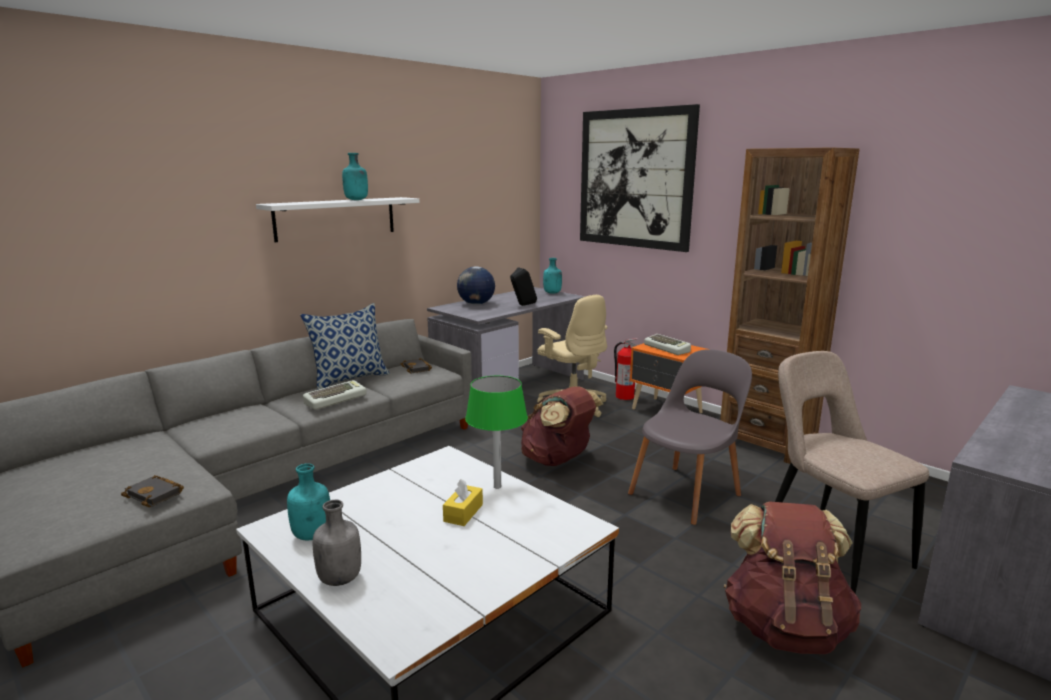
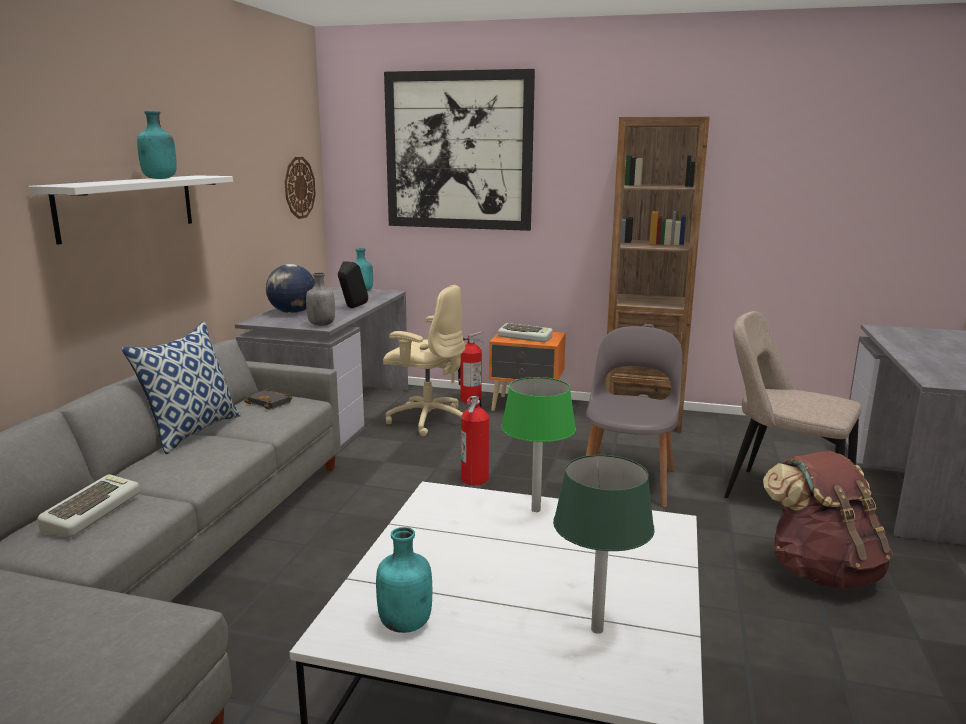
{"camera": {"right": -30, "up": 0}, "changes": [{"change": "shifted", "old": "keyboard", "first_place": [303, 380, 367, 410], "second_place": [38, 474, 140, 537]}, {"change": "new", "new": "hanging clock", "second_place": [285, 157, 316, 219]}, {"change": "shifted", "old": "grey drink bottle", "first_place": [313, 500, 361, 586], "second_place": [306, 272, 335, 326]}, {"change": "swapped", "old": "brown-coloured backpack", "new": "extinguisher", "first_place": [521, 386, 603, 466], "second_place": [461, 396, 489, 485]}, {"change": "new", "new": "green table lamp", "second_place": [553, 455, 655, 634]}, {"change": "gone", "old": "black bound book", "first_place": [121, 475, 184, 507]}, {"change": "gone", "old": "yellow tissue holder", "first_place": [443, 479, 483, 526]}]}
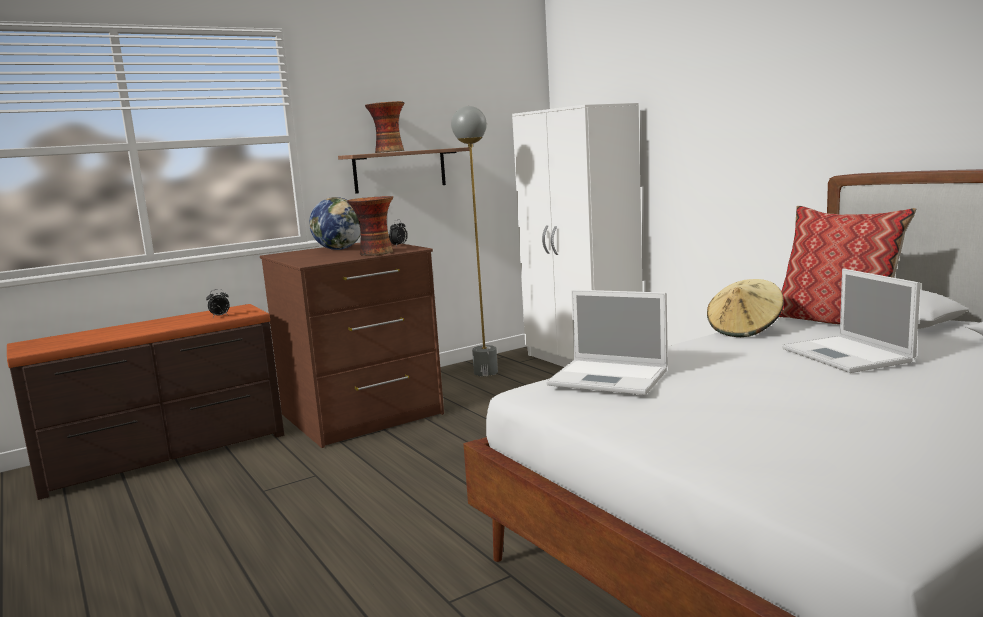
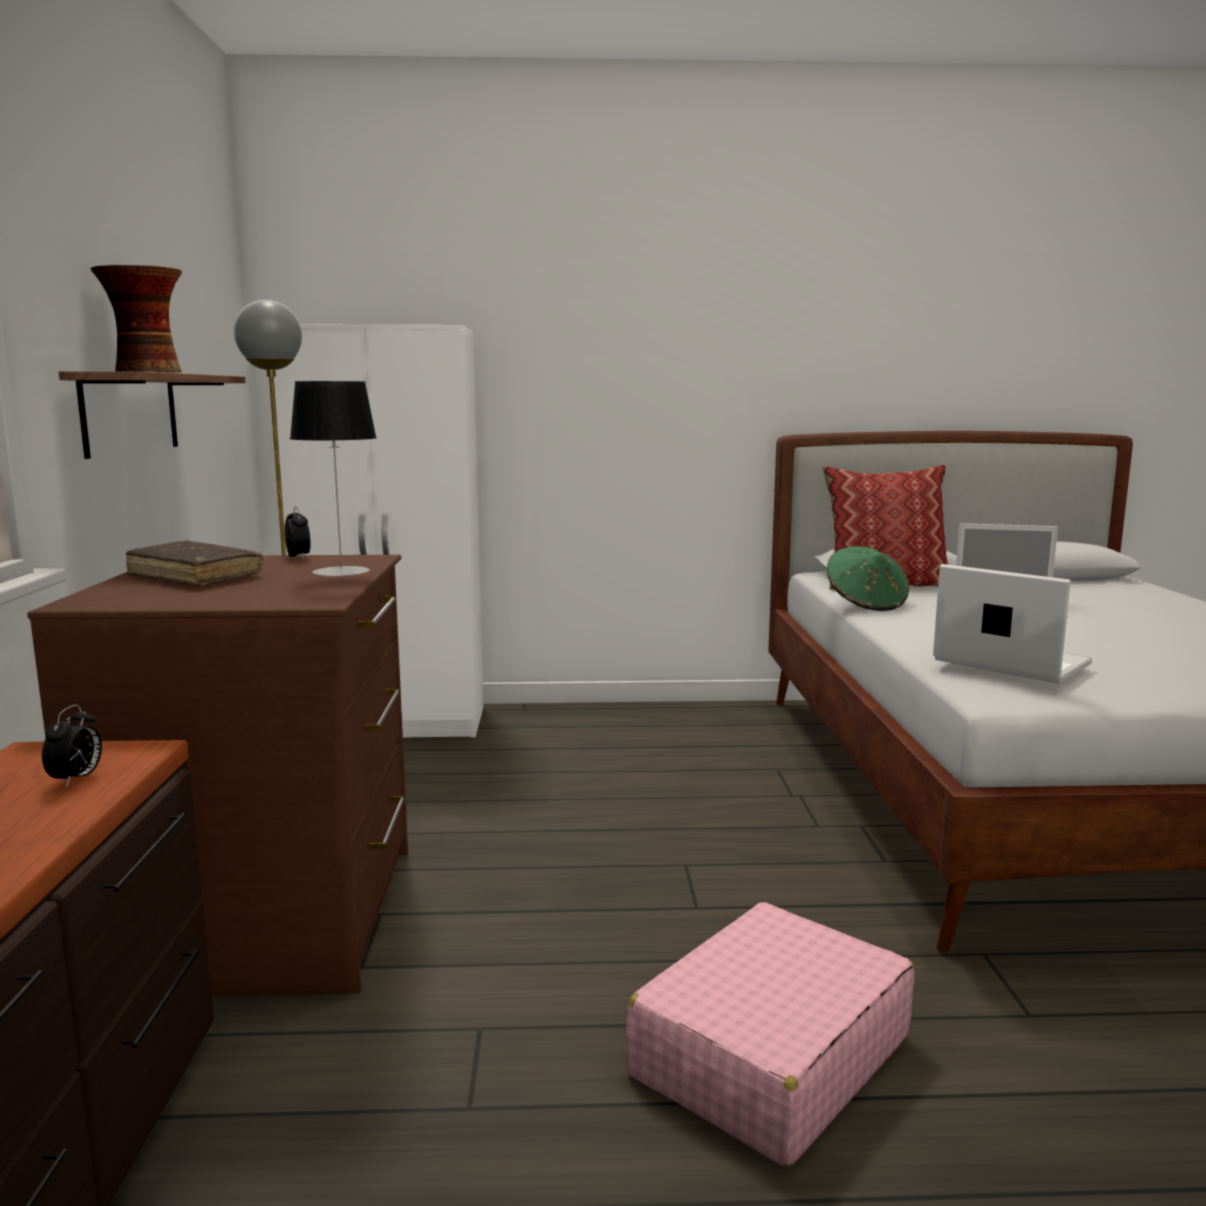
{"camera": {"right": -60, "up": 0}, "changes": [{"change": "swapped", "old": "desk globe", "new": "brown-coloured bound book", "first_place": [309, 197, 361, 250], "second_place": [126, 540, 263, 587]}, {"change": "swapped", "old": "vase", "new": "table lamp", "first_place": [347, 196, 393, 256], "second_place": [290, 381, 377, 577]}, {"change": "new", "new": "pinkish piece of luggage", "second_place": [626, 902, 914, 1167]}, {"change": "repainted", "old": "sand-coloured wearable hat", "new": "green wearable hat", "first_place": [707, 279, 784, 337], "second_place": [827, 546, 909, 611]}, {"change": "rotated", "old": "notebook computer", "first_place": [546, 290, 668, 395], "second_place": [933, 564, 1092, 684], "degrees": -105}]}
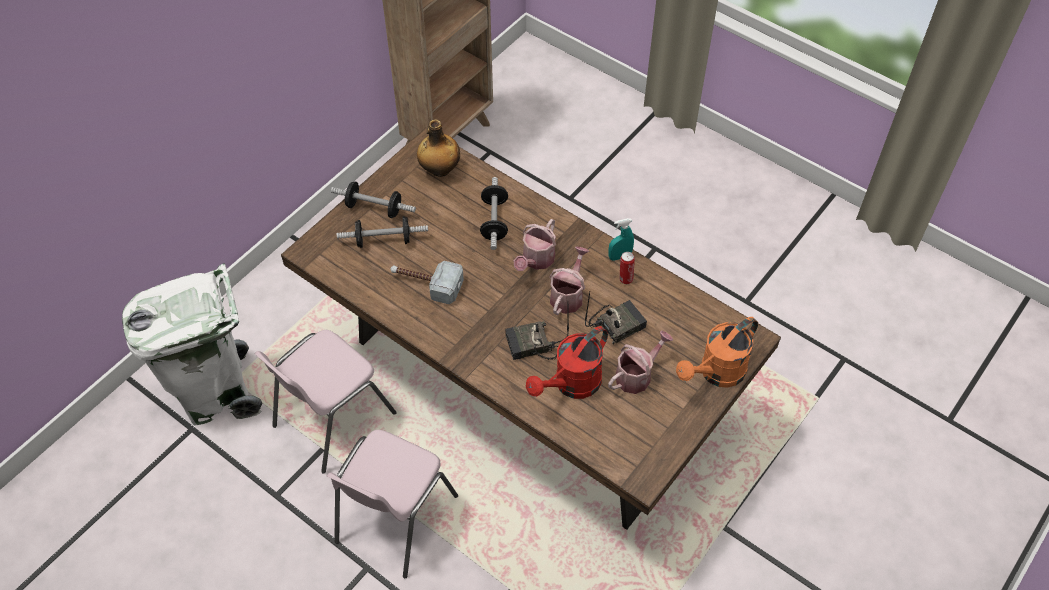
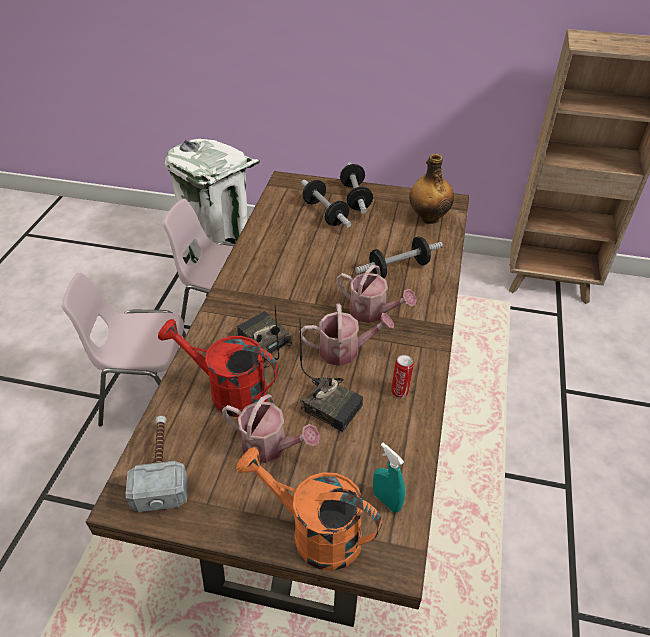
{"camera": {"right": 65, "up": -10}, "changes": [{"change": "shifted", "old": "tool hammer", "first_place": [390, 261, 464, 304], "second_place": [126, 416, 187, 512]}, {"change": "rotated", "old": "sprinkling can", "first_place": [514, 219, 556, 271], "second_place": [337, 265, 417, 323], "degrees": -150}, {"change": "shifted", "old": "blue-green hand sprayer", "first_place": [608, 218, 634, 261], "second_place": [373, 443, 405, 513]}]}
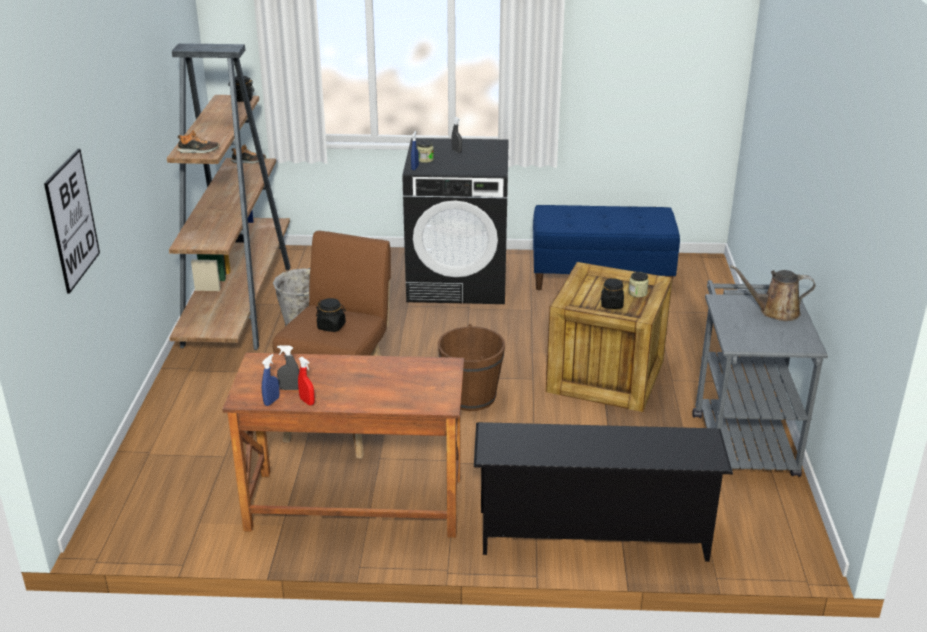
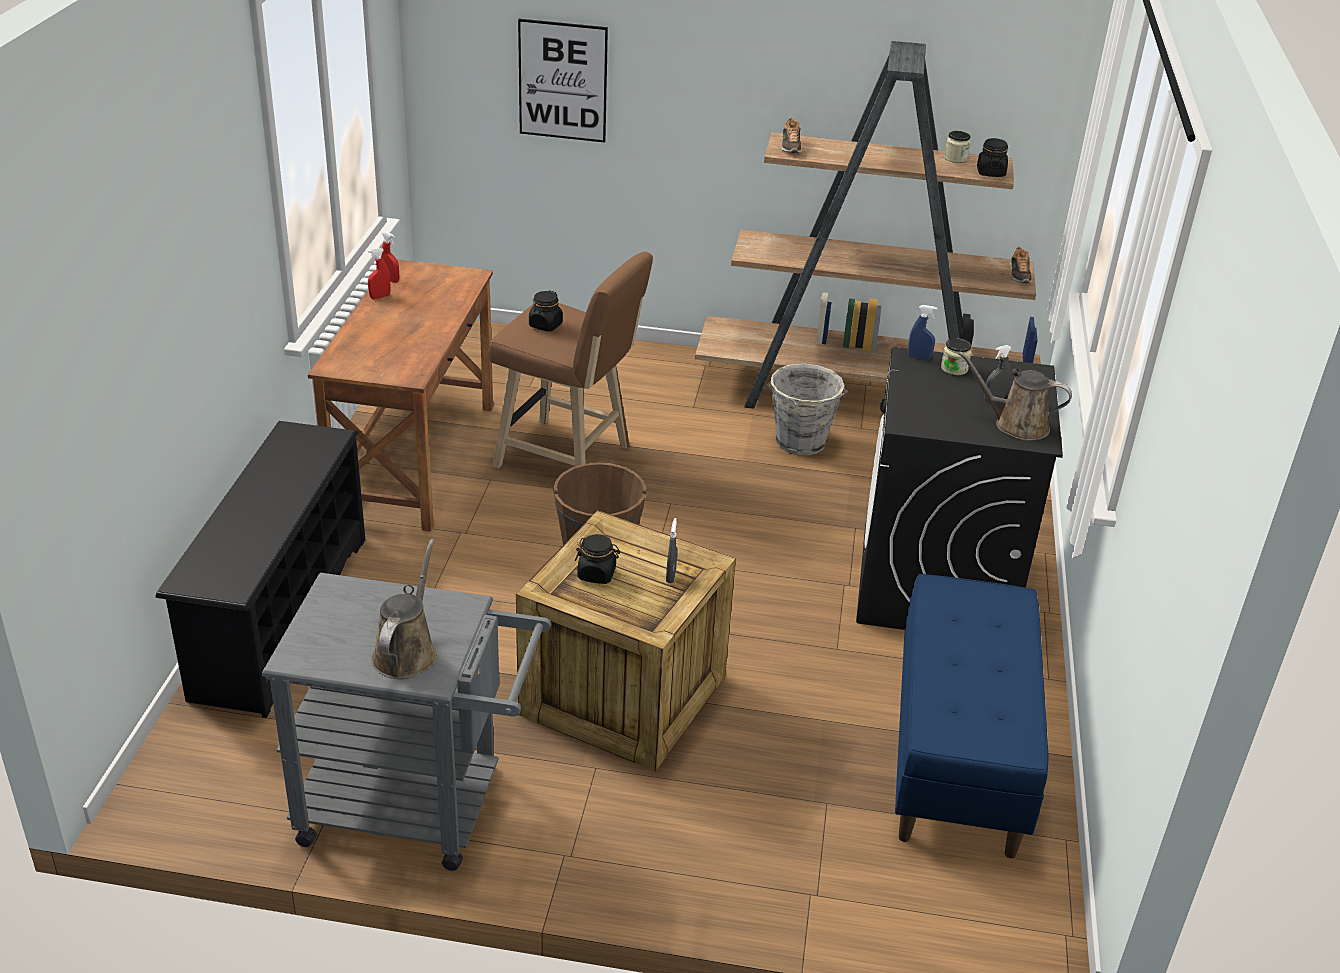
{"camera": {"right": 95, "up": 5}, "changes": [{"change": "repainted", "old": "blue-coloured hand sprayer", "new": "reddish hand sprayer", "first_place": [262, 354, 280, 406], "second_place": [381, 232, 399, 283]}, {"change": "shifted", "old": "grey hand sprayer", "first_place": [277, 345, 299, 390], "second_place": [666, 518, 677, 583]}, {"change": "shifted", "old": "storage jar", "first_place": [629, 272, 649, 297], "second_place": [944, 131, 971, 163]}, {"change": "new", "new": "brown-coloured sprinkling can", "second_place": [958, 352, 1072, 441]}]}
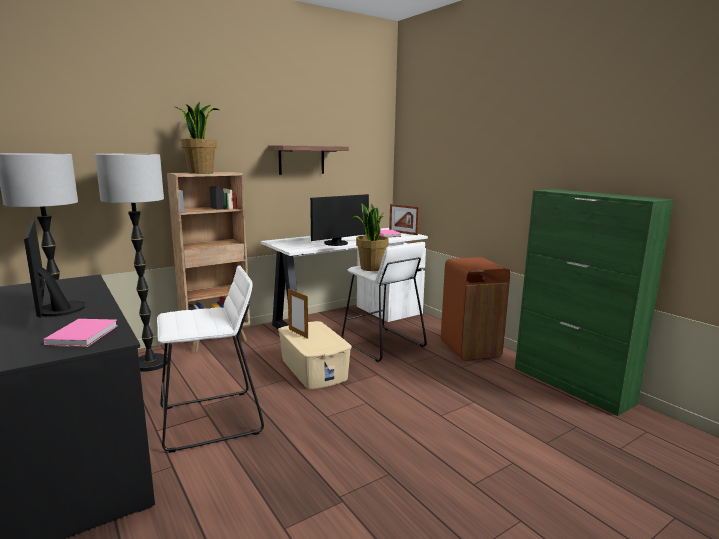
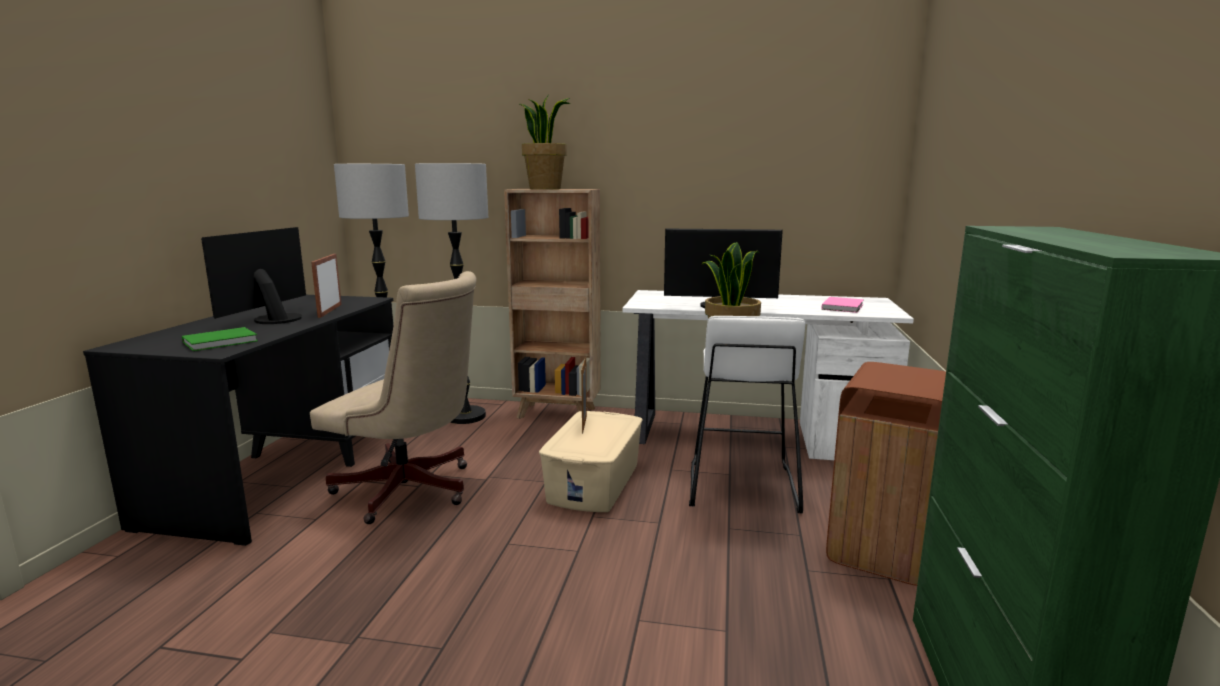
{"camera": {"right": 45, "up": 0}, "changes": [{"change": "repainted", "old": "pinkish bound book", "new": "green bound book", "first_place": [44, 319, 118, 347], "second_place": [182, 327, 258, 351]}, {"change": "swapped", "old": "white stool seat", "new": "sand-coloured office chair", "first_place": [157, 265, 264, 453], "second_place": [310, 271, 477, 524]}, {"change": "shifted", "old": "picture frame", "first_place": [389, 204, 419, 235], "second_place": [311, 254, 342, 318]}, {"change": "gone", "old": "bracket shelf", "first_place": [268, 145, 349, 175]}]}
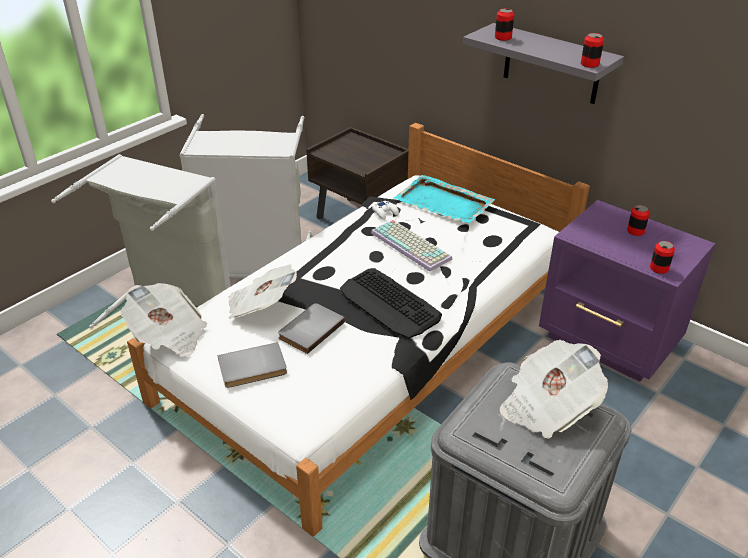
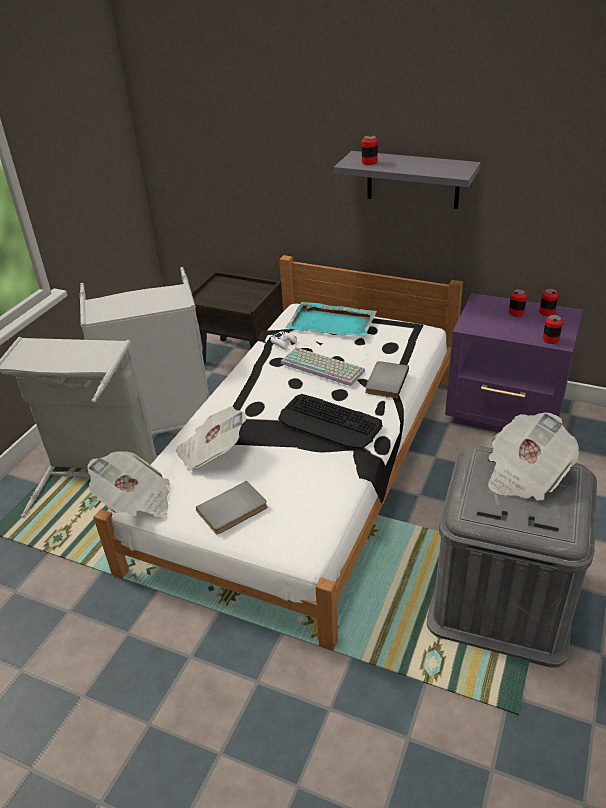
{"camera": {"right": -15, "up": 0}, "changes": [{"change": "shifted", "old": "grey bound book", "first_place": [278, 303, 345, 354], "second_place": [365, 361, 409, 398]}, {"change": "shifted", "old": "sealed can", "first_place": [581, 33, 604, 68], "second_place": [539, 289, 559, 316]}]}
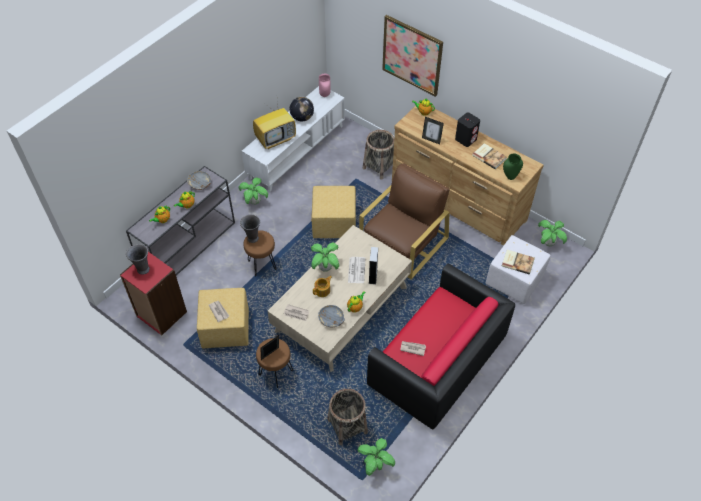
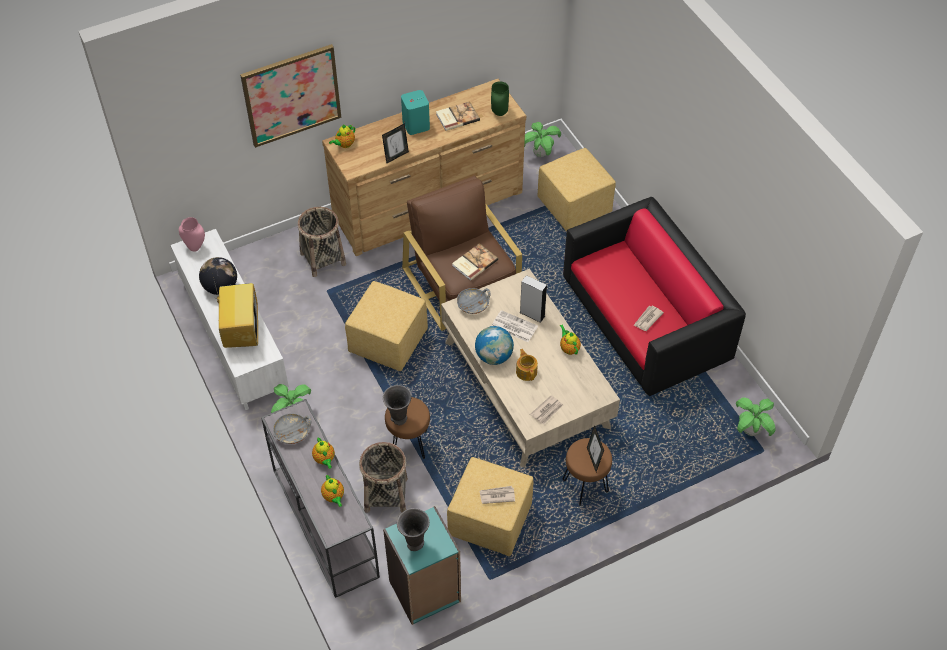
{"camera": {"right": -65, "up": 0}, "changes": [{"change": "shifted", "old": "storage basket", "first_place": [327, 389, 368, 445], "second_place": [359, 442, 408, 513]}, {"change": "repainted", "old": "reddish bookshelf", "new": "blue-green bookshelf", "first_place": [120, 252, 187, 336], "second_place": [383, 506, 461, 625]}, {"change": "repainted", "old": "black audio speaker", "new": "blue-green audio speaker", "first_place": [455, 113, 480, 147], "second_place": [401, 90, 430, 135]}, {"change": "shifted", "old": "bound book", "first_place": [502, 250, 535, 275], "second_place": [452, 243, 498, 281]}, {"change": "shifted", "old": "grey deep dish", "first_place": [318, 305, 345, 327], "second_place": [457, 288, 491, 314]}, {"change": "swapped", "old": "potted plant", "new": "desk globe", "first_place": [311, 243, 339, 272], "second_place": [475, 326, 514, 365]}, {"change": "repainted", "old": "white ottoman", "new": "yellow ottoman", "first_place": [486, 235, 551, 304], "second_place": [537, 148, 616, 232]}]}
